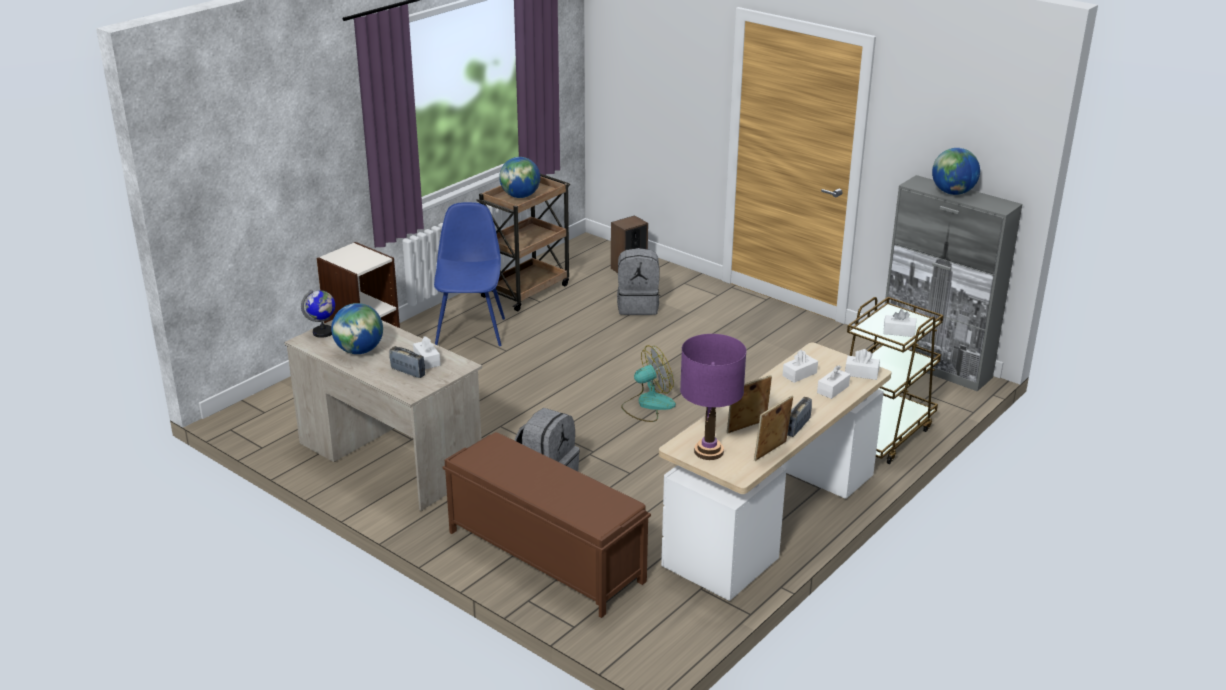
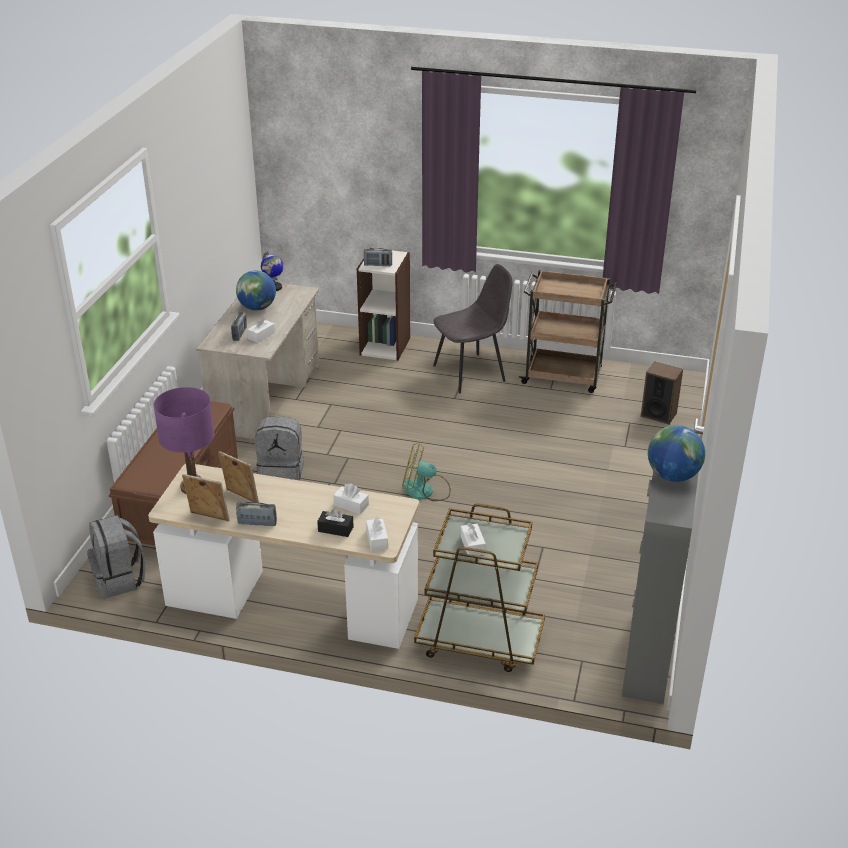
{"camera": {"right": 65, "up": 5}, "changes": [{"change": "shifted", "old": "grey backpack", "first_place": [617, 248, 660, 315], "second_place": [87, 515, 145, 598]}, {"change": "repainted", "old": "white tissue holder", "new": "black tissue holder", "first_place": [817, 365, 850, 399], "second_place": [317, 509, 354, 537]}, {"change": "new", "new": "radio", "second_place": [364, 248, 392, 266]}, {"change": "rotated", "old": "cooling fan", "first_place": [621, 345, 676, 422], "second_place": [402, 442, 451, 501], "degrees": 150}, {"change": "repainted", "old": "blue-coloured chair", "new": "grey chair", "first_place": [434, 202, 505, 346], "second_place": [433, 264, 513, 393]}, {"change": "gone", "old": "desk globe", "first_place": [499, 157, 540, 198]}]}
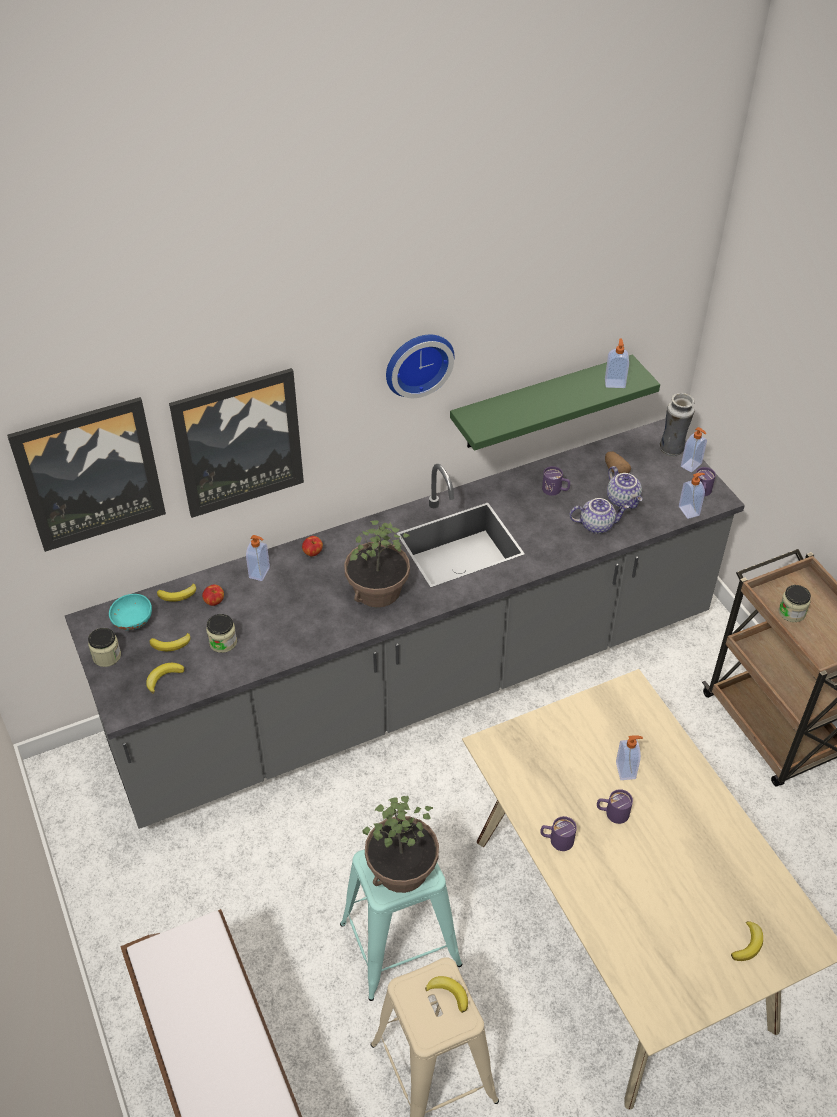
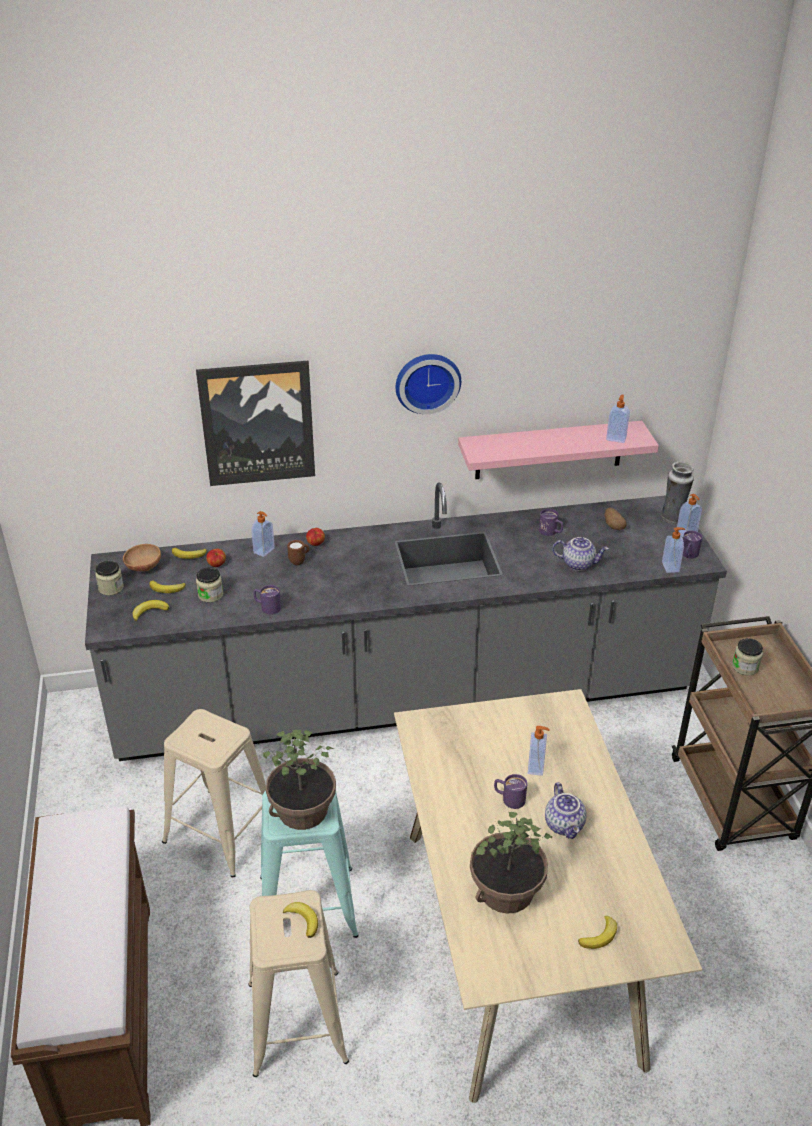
{"camera": {"right": 15, "up": -10}, "changes": [{"change": "repainted", "old": "blue-green deep dish", "new": "brown-coloured deep dish", "first_place": [109, 594, 152, 630], "second_place": [123, 544, 161, 571]}, {"change": "new", "new": "sand-coloured stool seat", "second_place": [162, 709, 266, 877]}, {"change": "shifted", "old": "purple-coloured coffee mug", "first_place": [540, 816, 577, 851], "second_place": [253, 585, 281, 615]}, {"change": "new", "new": "brown-coloured coffee mug", "second_place": [287, 540, 309, 565]}, {"change": "repainted", "old": "green bracket shelf", "new": "pinkish bracket shelf", "first_place": [450, 355, 660, 451], "second_place": [458, 421, 659, 479]}, {"change": "shifted", "old": "potted plant", "first_place": [344, 520, 410, 607], "second_place": [470, 812, 552, 914]}, {"change": "shifted", "old": "tea pot", "first_place": [607, 466, 643, 509], "second_place": [545, 782, 587, 839]}, {"change": "gone", "old": "wall art", "first_place": [7, 397, 166, 552]}]}
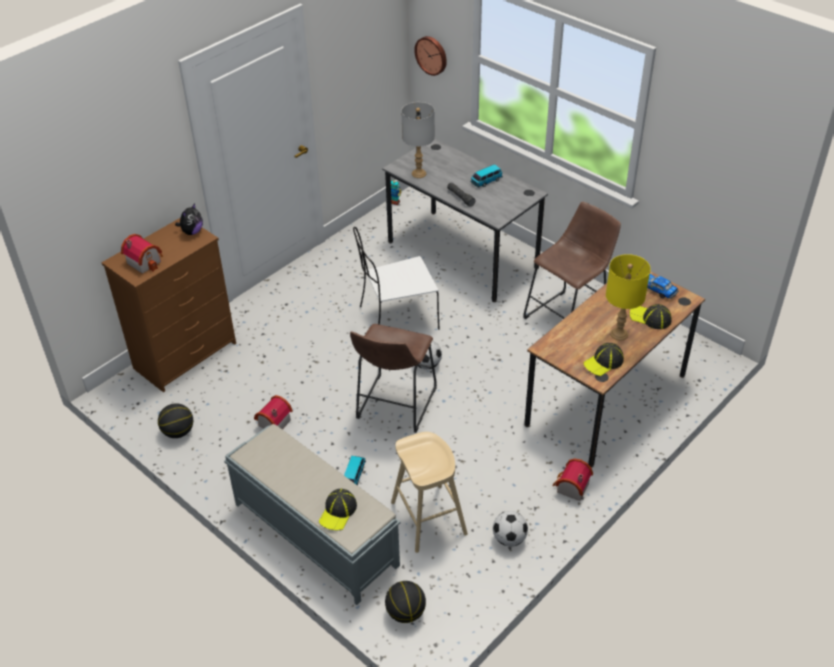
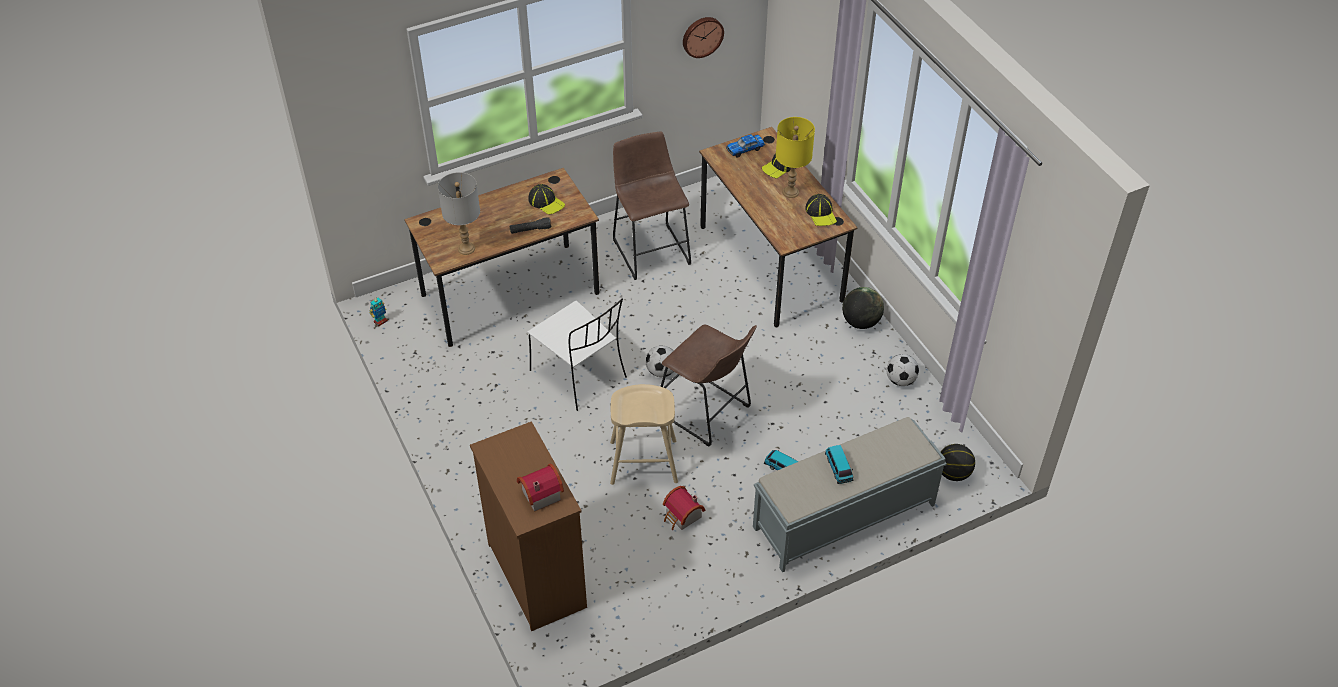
{"camera": {"right": -70, "up": 5}, "changes": [{"change": "repainted", "old": "grey desk", "new": "brown-coloured desk", "first_place": [382, 139, 548, 302], "second_place": [404, 168, 599, 347]}, {"change": "shifted", "old": "baseball cap", "first_place": [319, 489, 357, 530], "second_place": [528, 184, 565, 215]}, {"change": "rotated", "old": "white chair", "first_place": [353, 227, 439, 330], "second_place": [528, 299, 627, 411], "degrees": -45}, {"change": "shifted", "old": "sand-coloured stool seat", "first_place": [391, 432, 468, 553], "second_place": [610, 384, 678, 485]}, {"change": "shifted", "old": "hanging clock", "first_place": [414, 36, 447, 76], "second_place": [683, 17, 724, 58]}, {"change": "shifted", "old": "toy car", "first_place": [470, 164, 503, 188], "second_place": [825, 445, 854, 484]}, {"change": "swapped", "old": "toy house", "new": "desk globe", "first_place": [552, 458, 593, 501], "second_place": [842, 287, 884, 329]}, {"change": "gone", "old": "basketball ball", "first_place": [158, 403, 193, 438]}, {"change": "gone", "old": "plush toy", "first_place": [175, 203, 203, 235]}]}
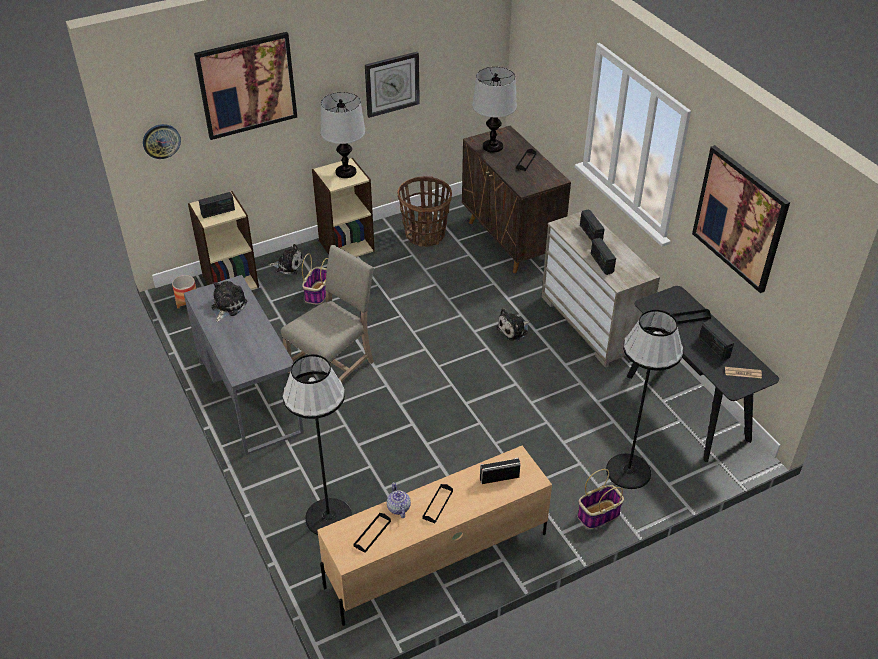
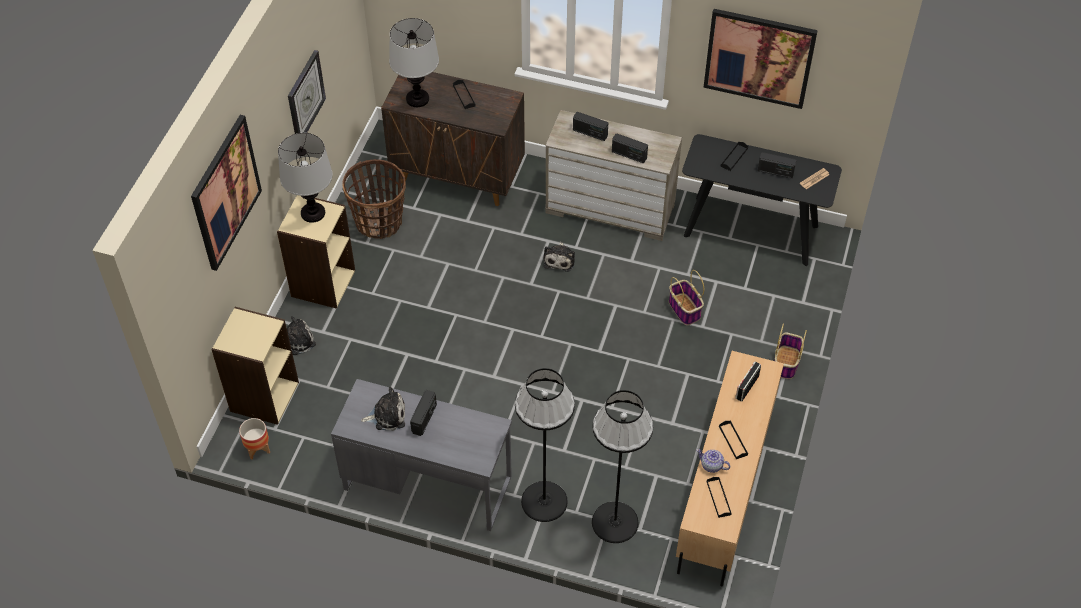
{"camera": {"right": -45, "up": 10}, "changes": [{"change": "rotated", "old": "plush toy", "first_place": [211, 281, 247, 322], "second_place": [361, 387, 405, 431], "degrees": 105}, {"change": "shifted", "old": "radio", "first_place": [199, 192, 235, 218], "second_place": [410, 390, 437, 436]}, {"change": "shifted", "old": "black standard lamp", "first_place": [606, 309, 683, 489], "second_place": [515, 368, 575, 522]}, {"change": "shifted", "old": "storage basket", "first_place": [302, 254, 328, 304], "second_place": [669, 270, 704, 325]}, {"change": "gone", "old": "hanging clock", "first_place": [143, 124, 181, 159]}, {"change": "gone", "old": "sand-coloured chair", "first_place": [281, 245, 374, 382]}]}
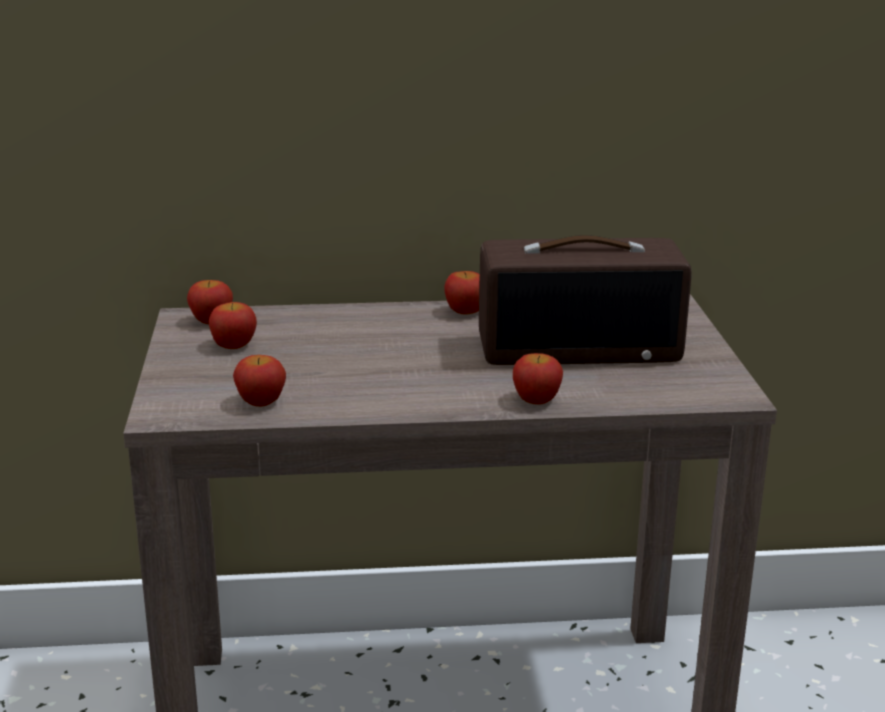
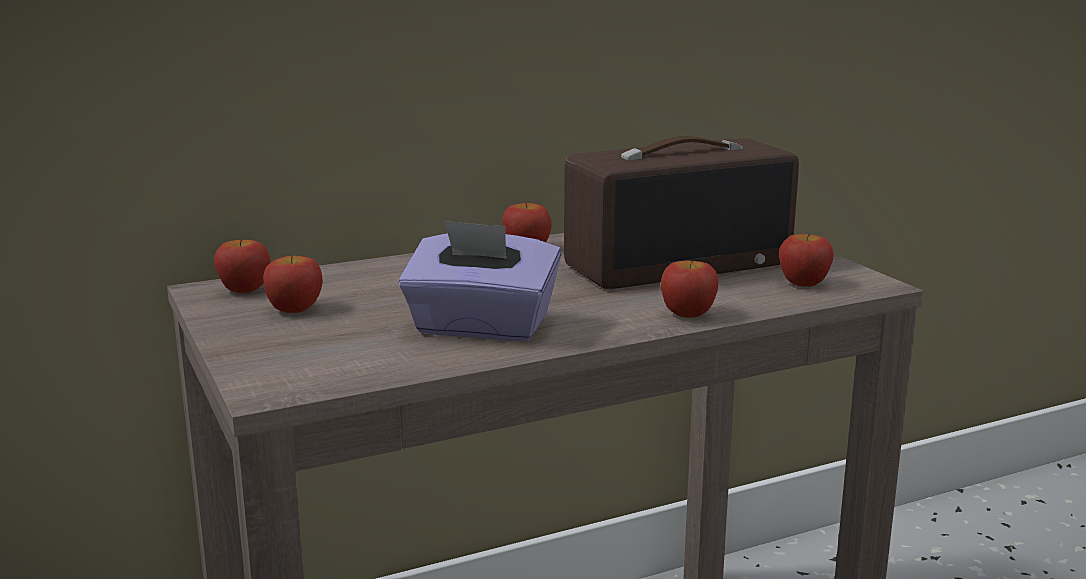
{"camera": {"right": -20, "up": -5}, "changes": [{"change": "new", "new": "purple-coloured tissue holder", "second_place": [399, 220, 561, 341]}, {"change": "shifted", "old": "apple", "first_place": [233, 355, 286, 407], "second_place": [779, 233, 834, 287]}]}
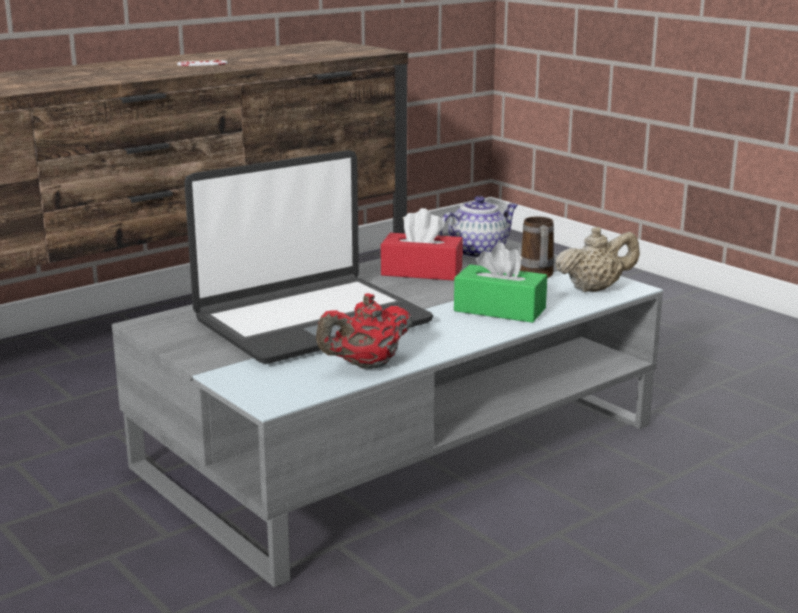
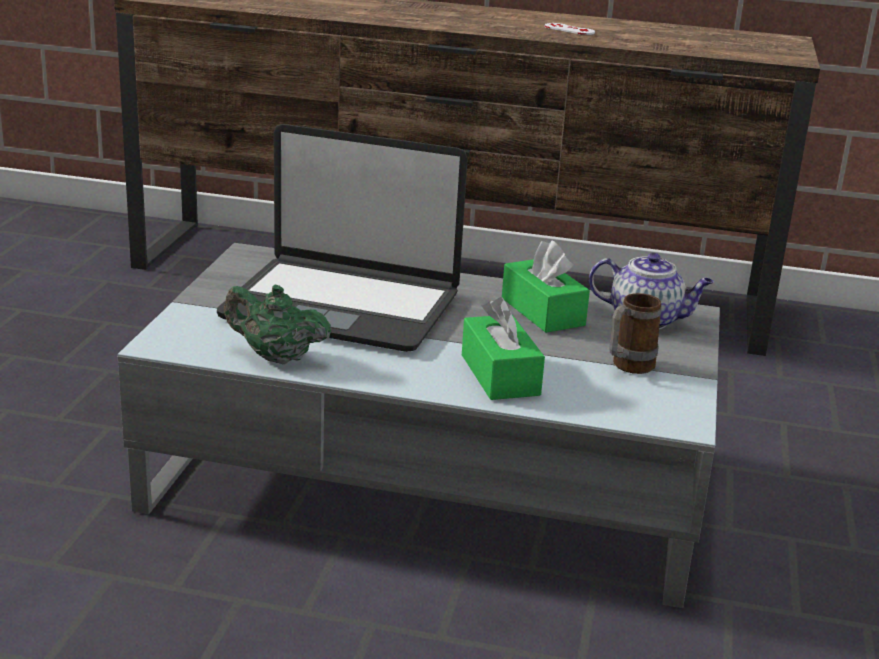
{"camera": {"right": 50, "up": 5}, "changes": [{"change": "repainted", "old": "reddish tea pot", "new": "green tea pot", "first_place": [316, 293, 412, 369], "second_place": [224, 284, 331, 364]}, {"change": "repainted", "old": "reddish tissue holder", "new": "green tissue holder", "first_place": [381, 208, 463, 281], "second_place": [502, 240, 590, 333]}, {"change": "gone", "old": "sand-coloured tea pot", "first_place": [555, 227, 640, 292]}]}
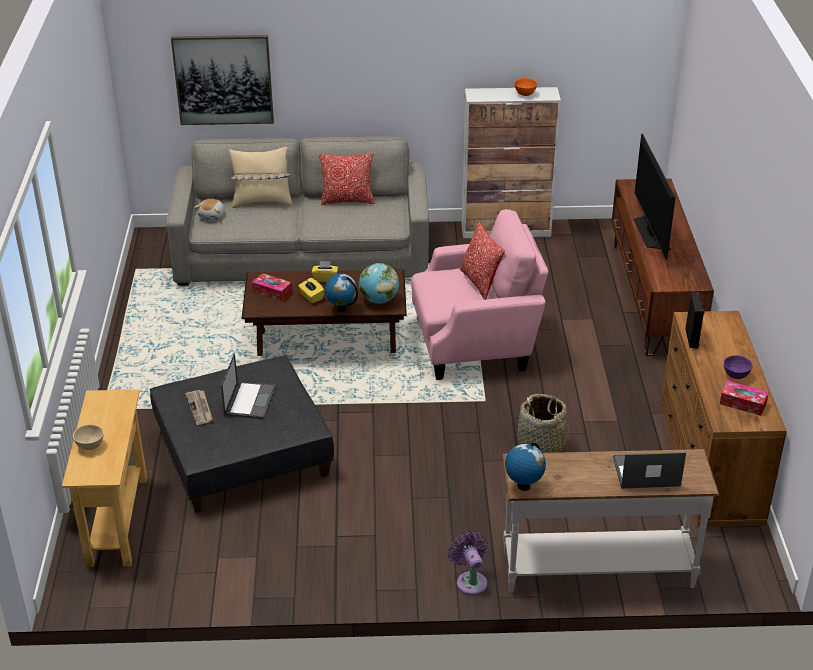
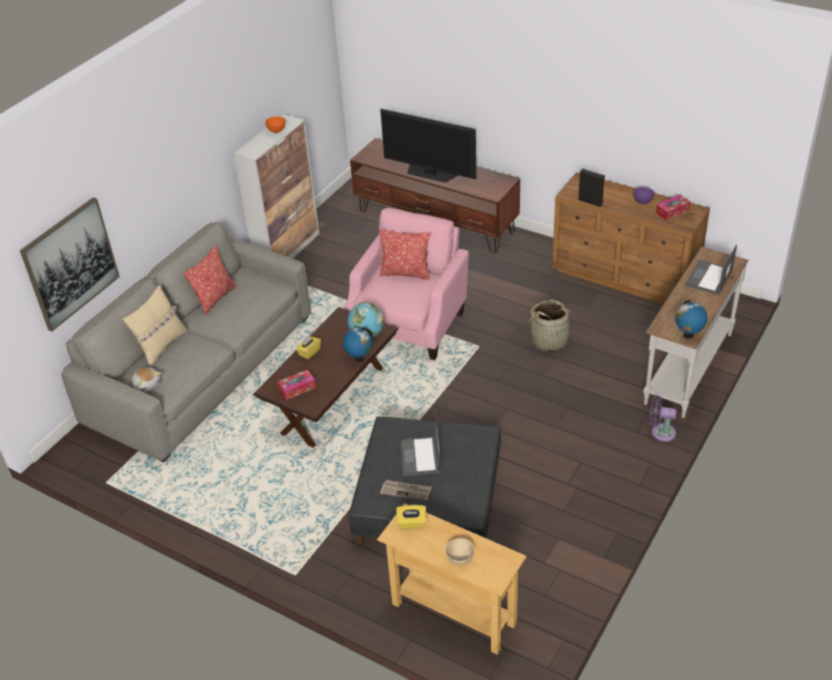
{"camera": {"right": -55, "up": 5}, "changes": [{"change": "shifted", "old": "yellow tissue holder", "first_place": [298, 278, 324, 303], "second_place": [396, 505, 426, 529]}, {"change": "rotated", "old": "notebook computer", "first_place": [221, 353, 276, 419], "second_place": [400, 413, 441, 476], "degrees": -135}]}
